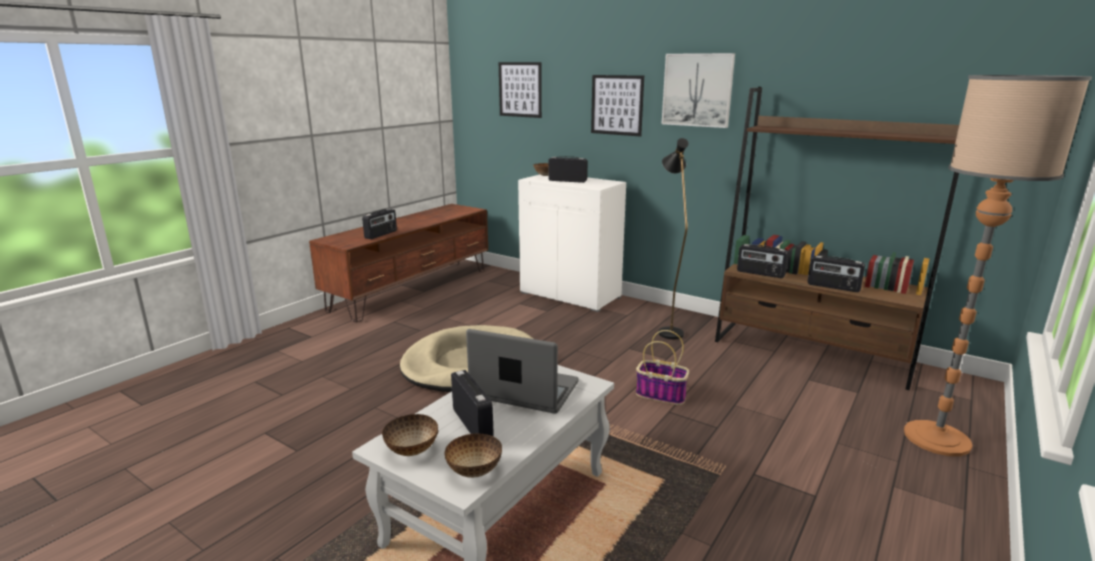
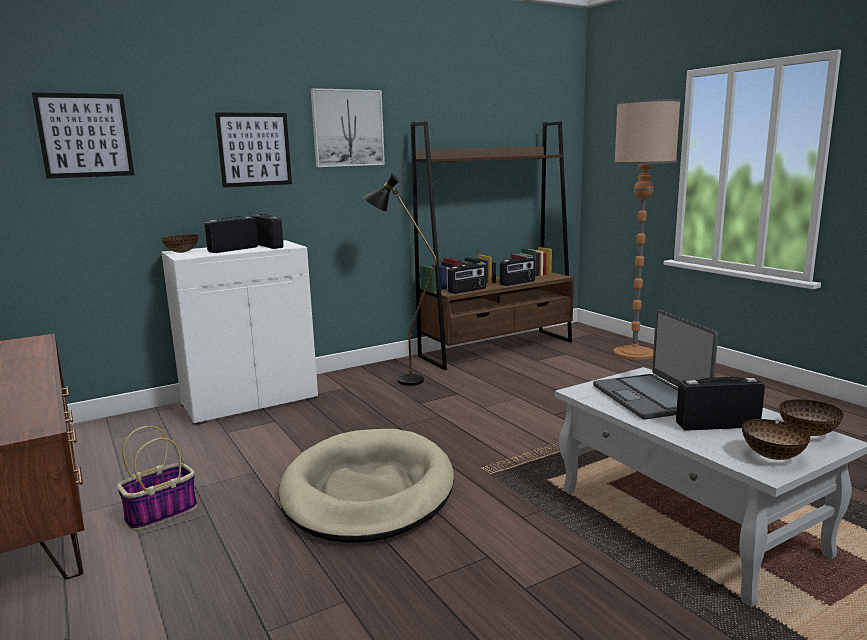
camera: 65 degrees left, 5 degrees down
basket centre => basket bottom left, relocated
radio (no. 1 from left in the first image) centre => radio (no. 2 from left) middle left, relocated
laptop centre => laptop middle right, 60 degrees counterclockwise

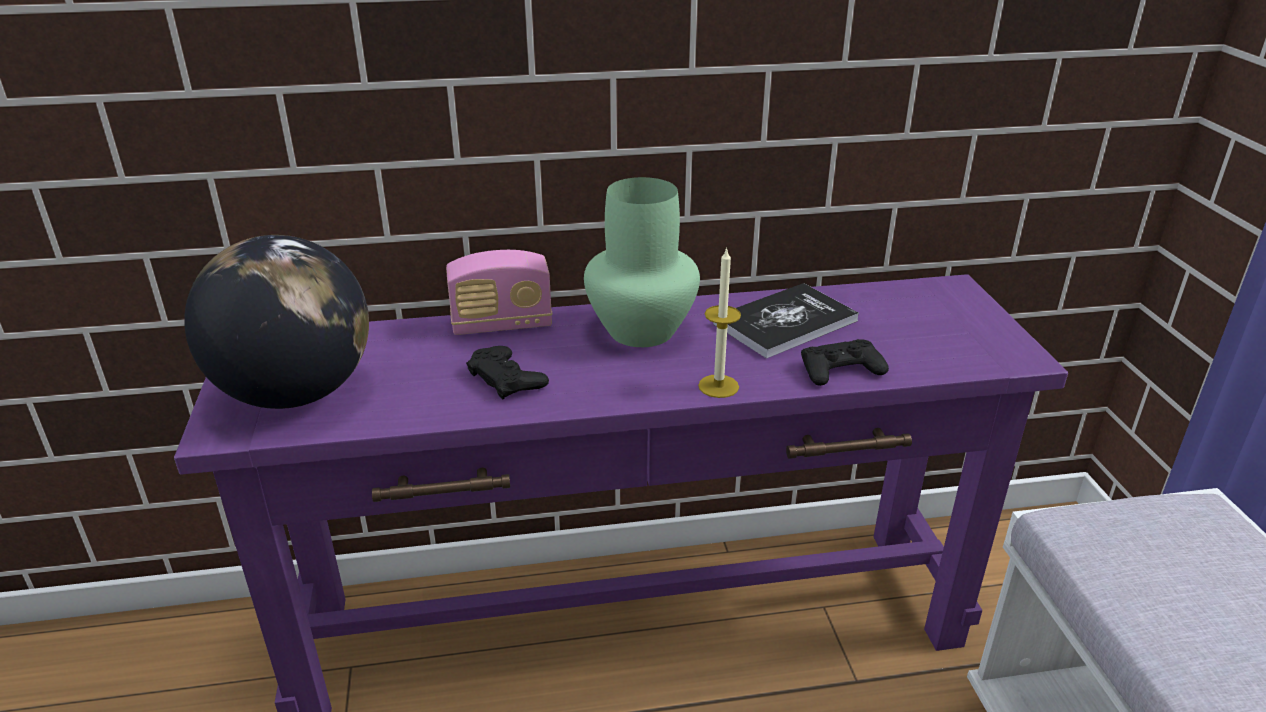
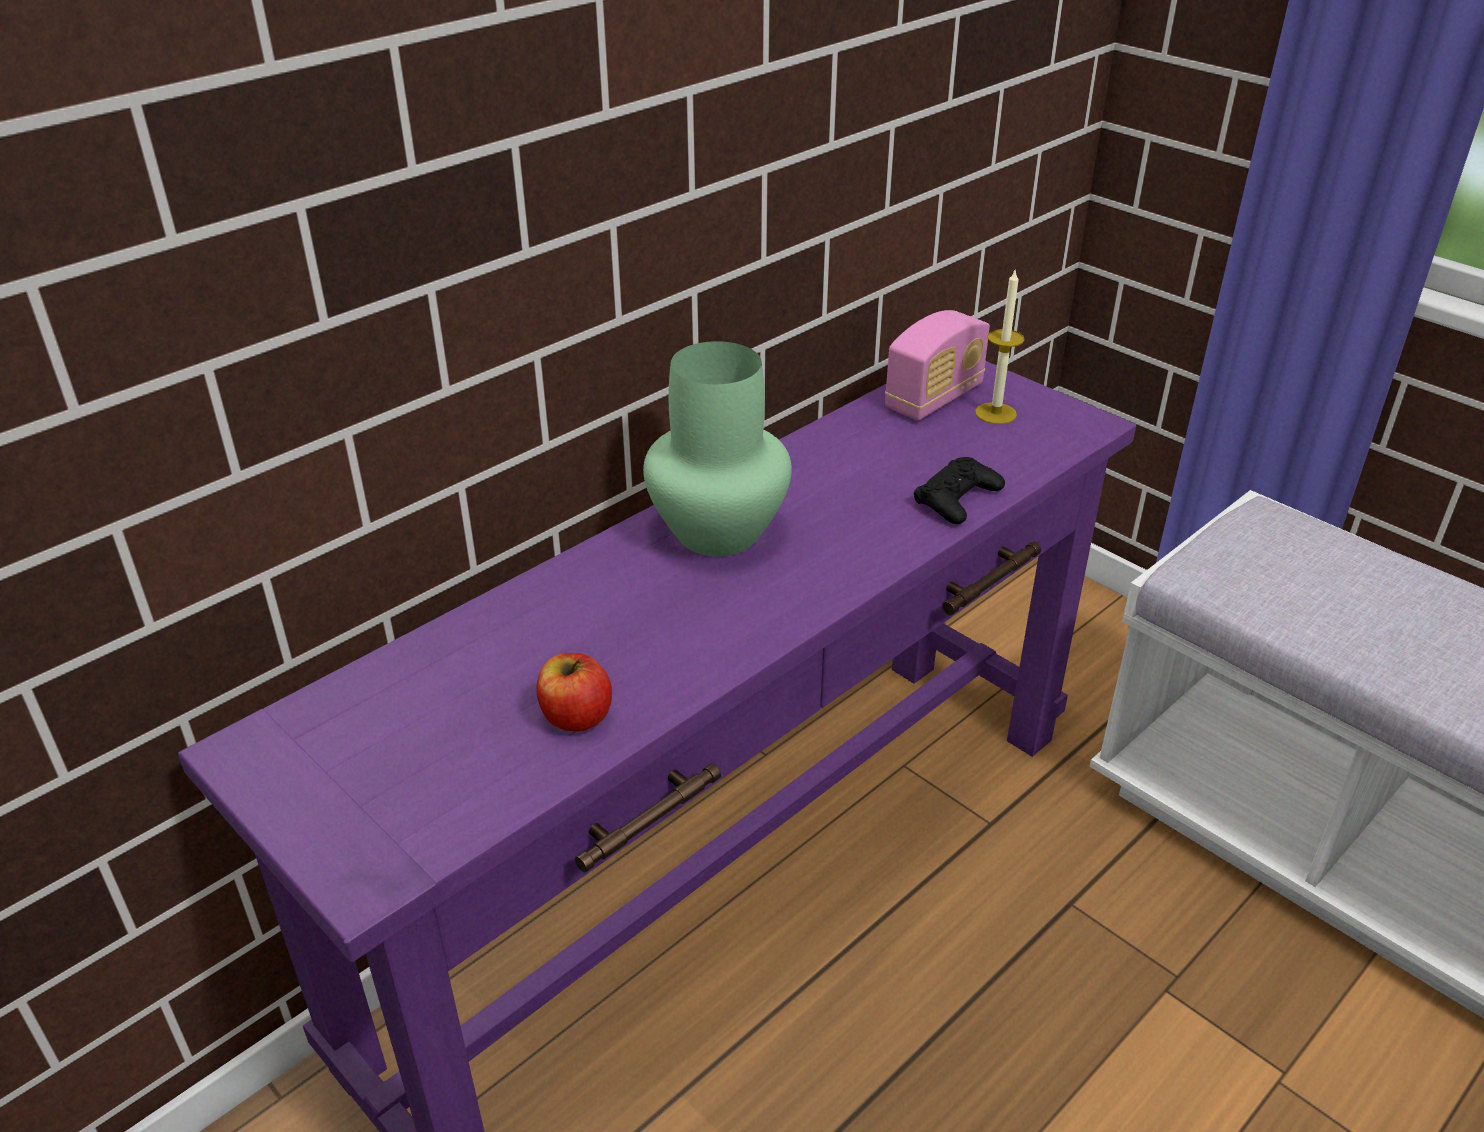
camera: 35 degrees left, 5 degrees up
nothing => apple centre
radio centre => radio top centre, relocated
candle centre => candle top right, relocated
globe middle left => nothing
black game controller (no. 1 from left) centre => nothing
book centre => nothing

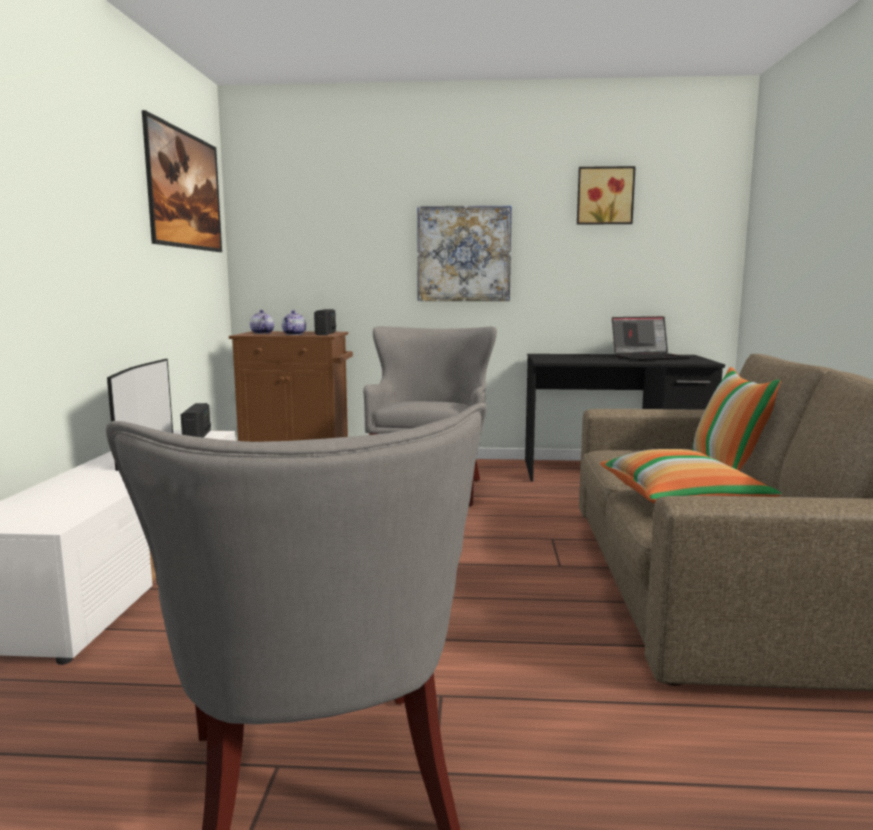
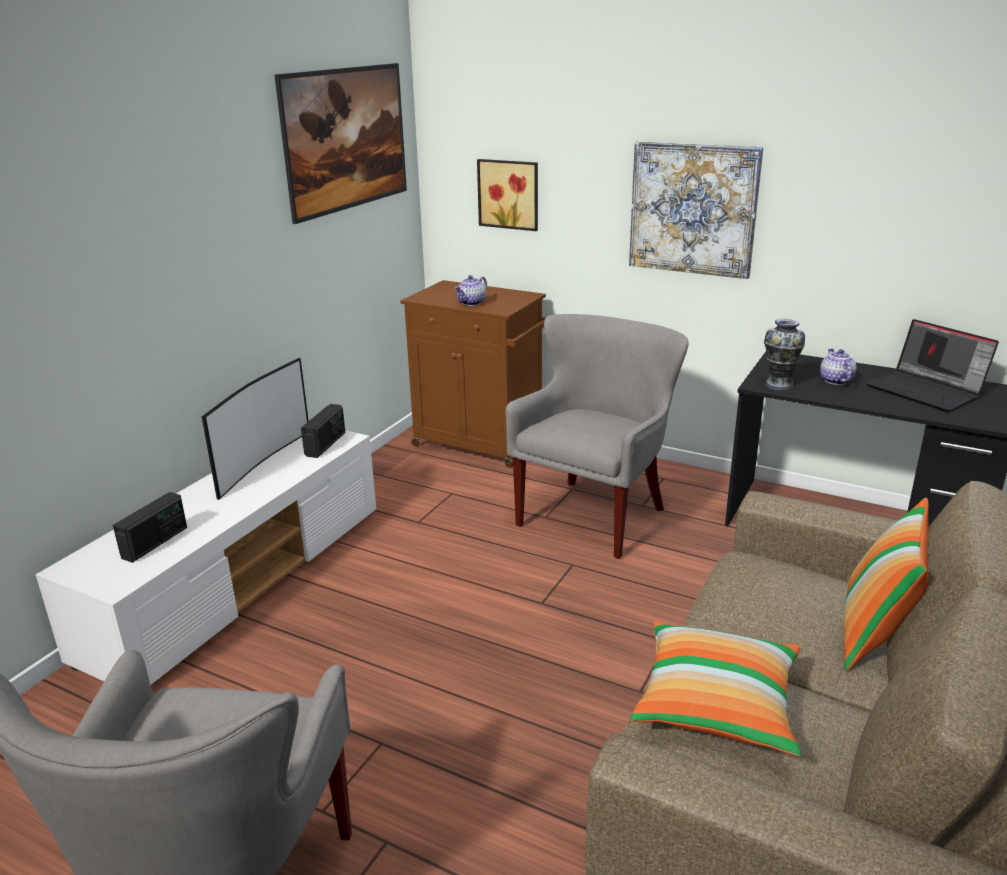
camera: 25 degrees right, 15 degrees up
radio (no. 2 from left in the first image) centre => radio (no. 1 from left) middle left, relocated
picture (no. 3 from left in the first image) top right => picture (no. 2 from left) top centre, relocated
nothing => vase middle right
teapot (no. 1 from left in the first image) middle left => teapot (no. 2 from left) middle right, relocated
laptop middle right, 45 degrees clockwise

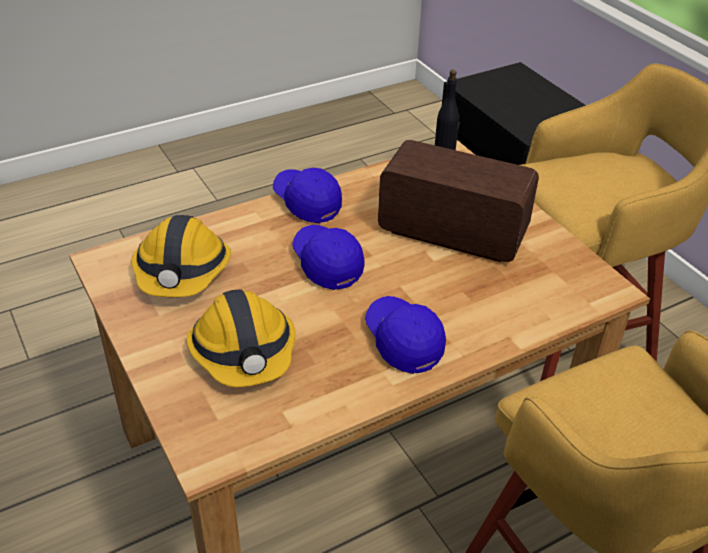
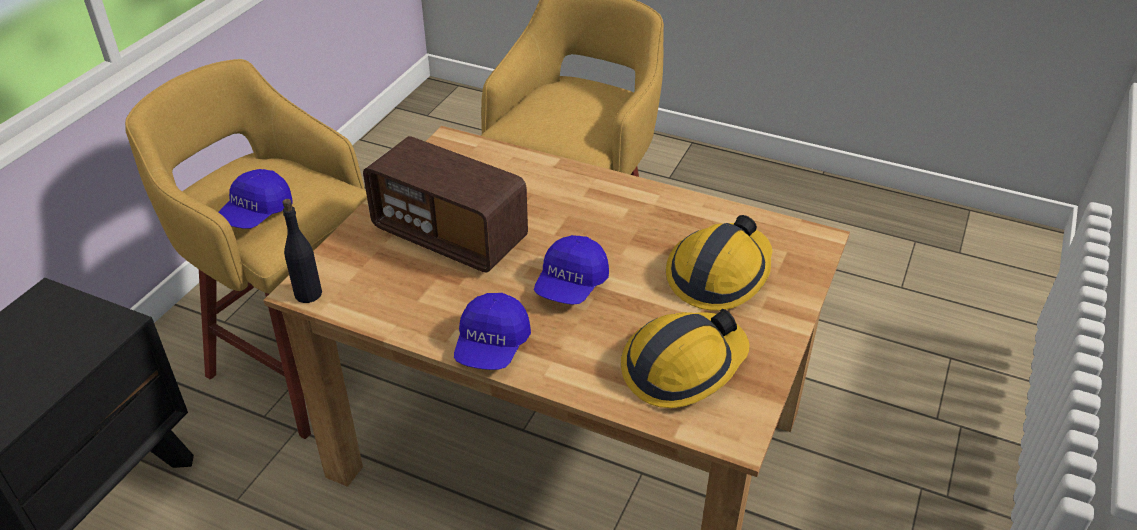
camera: 125 degrees left, 0 degrees up
blue cap (no. 3 from left in the first image) centre => blue cap (no. 1 from left) middle left, relocated
radio centre, 45 degrees counterclockwise

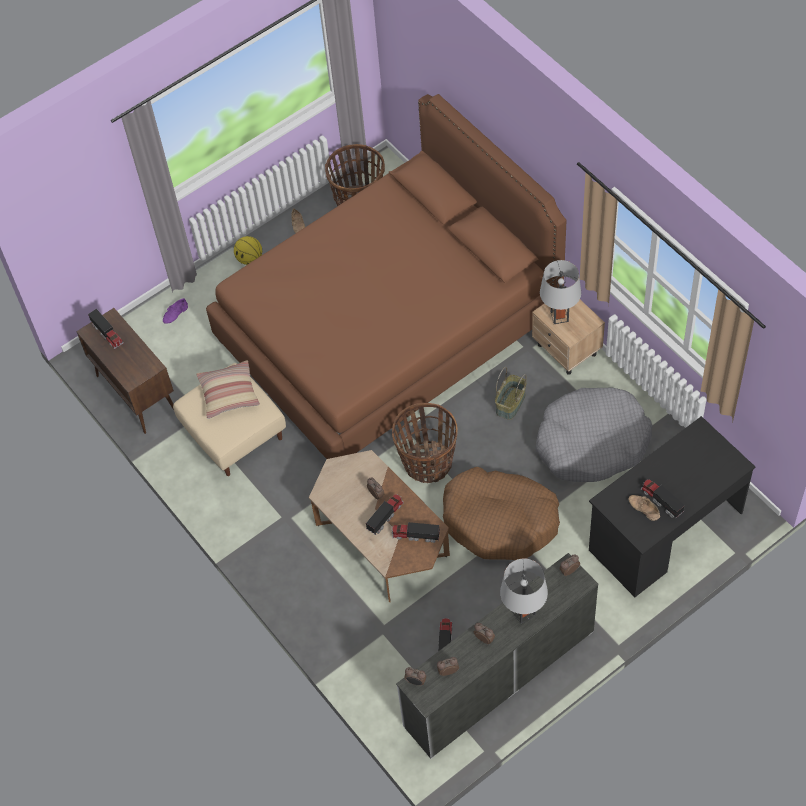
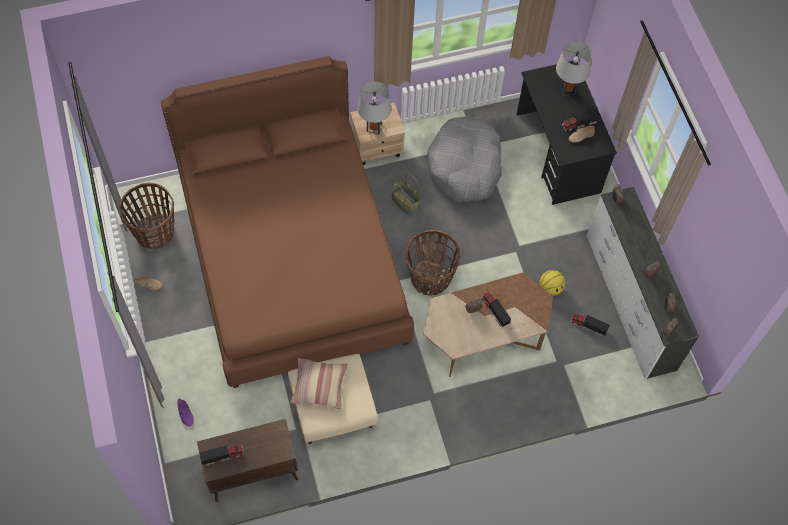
camera: 75 degrees left, 5 degrees up
basketball top left => basketball middle right, relocated
grey table lamp (no. 1 from left in the first image) bottom centre => grey table lamp (no. 2 from left) top right, relocated
toy truck (no. 3 from left) centre => nothing
brown dog bed centre => nothing

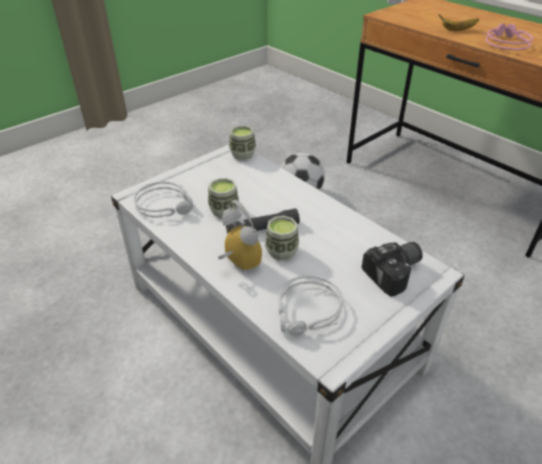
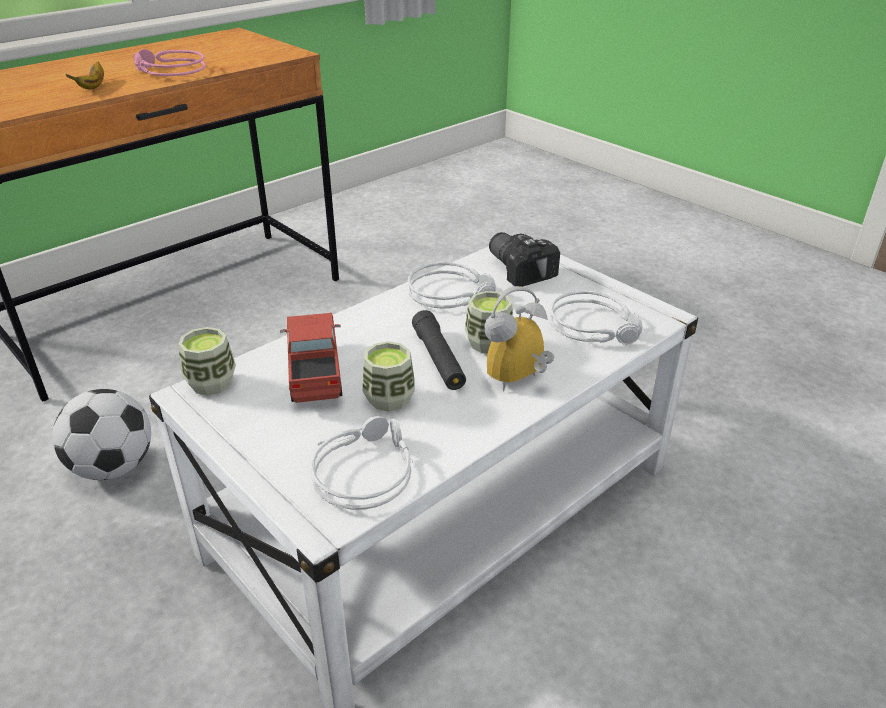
camera: 90 degrees left, 5 degrees down
nothing => toy truck centre
nothing => grey headphones (no. 2 from left) centre

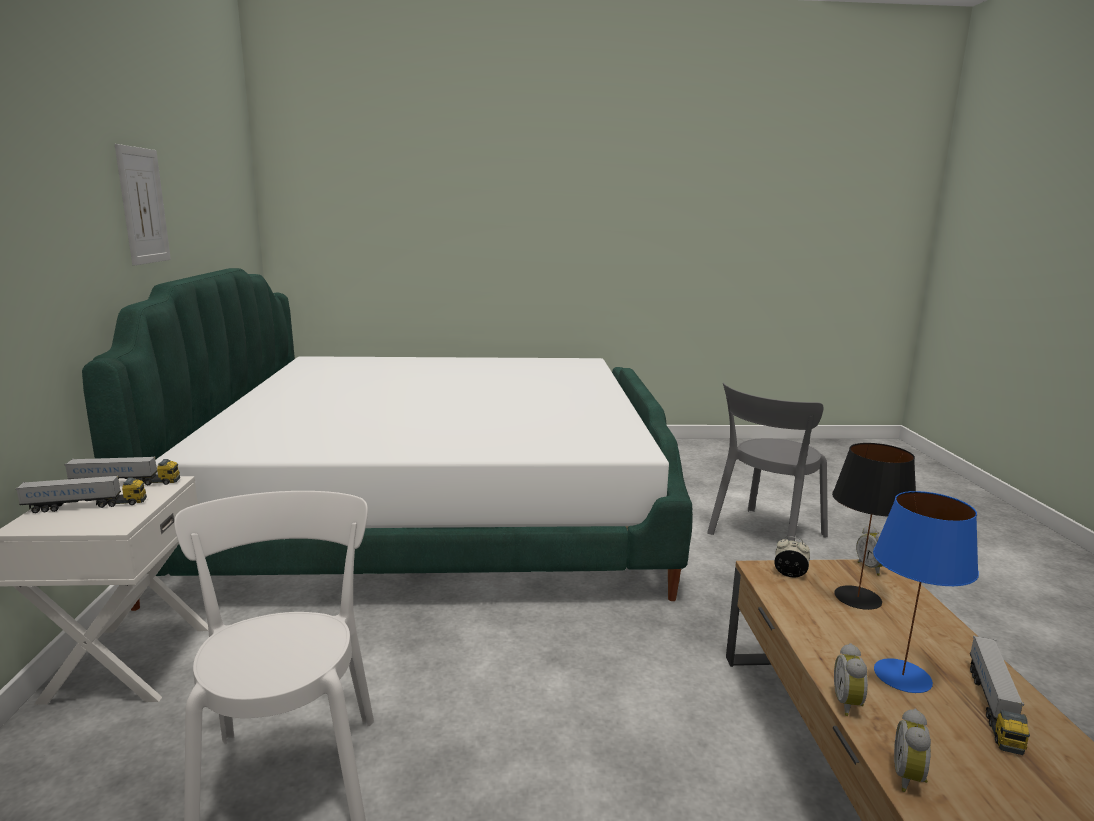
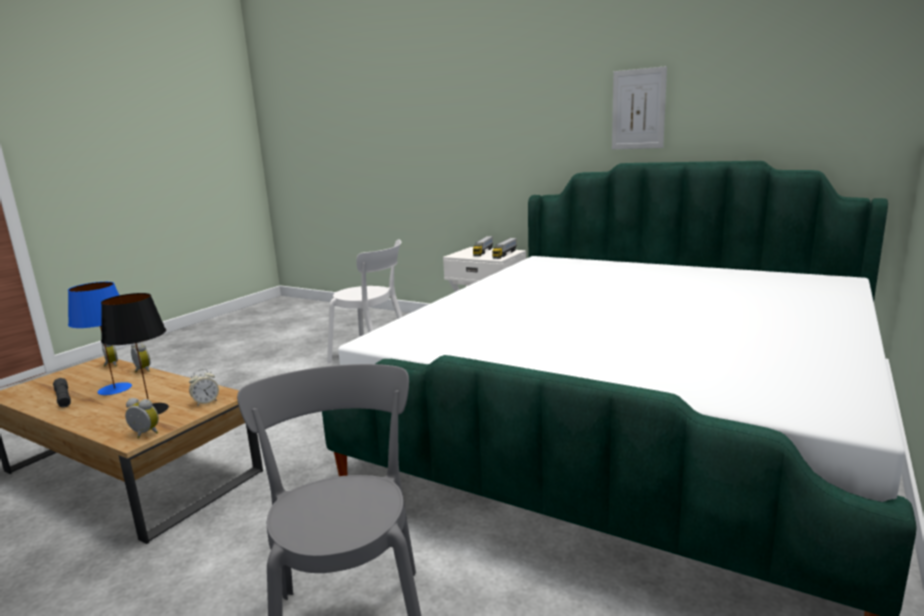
camera: 125 degrees right, 0 degrees up
toy truck (no. 3 from left) bottom right => grey flashlight middle left

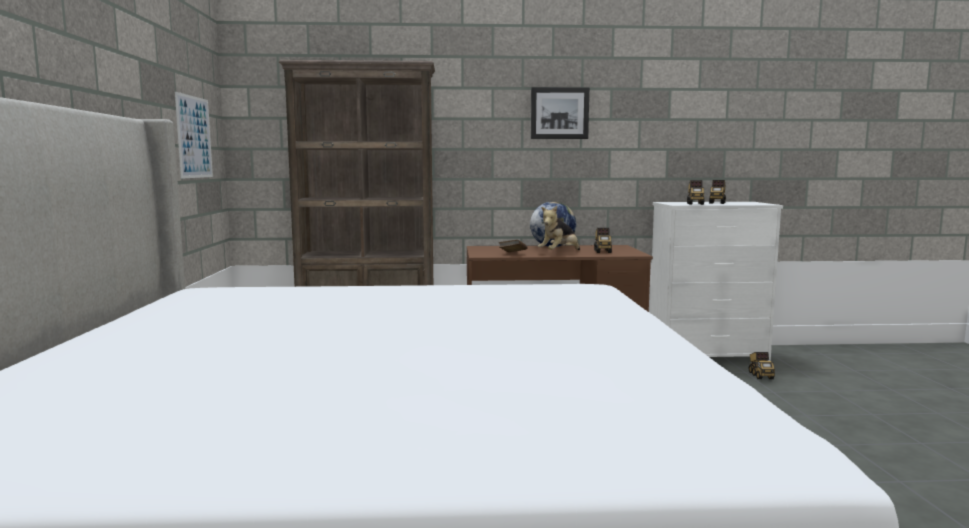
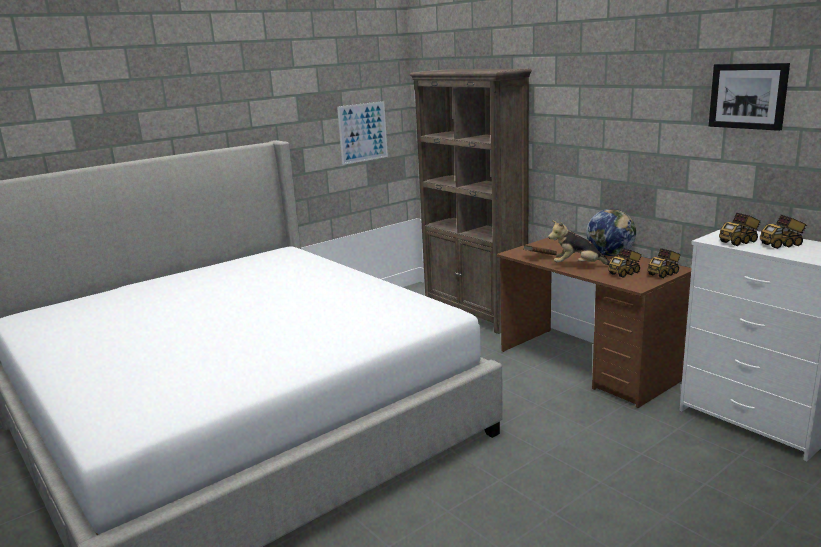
camera: 55 degrees right, 10 degrees up
toy truck (no. 4 from left in the first image) bottom right => toy truck (no. 2 from left) middle right, relocated
picture (no. 2 from left) top centre => picture (no. 2 from left) top right, relocated

